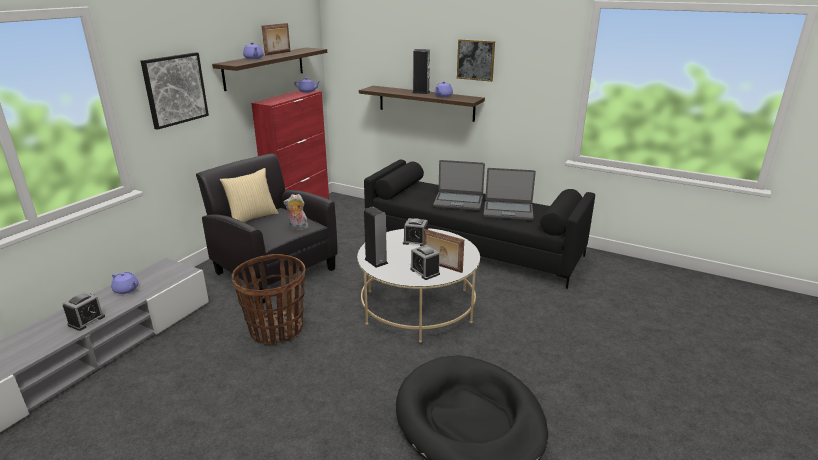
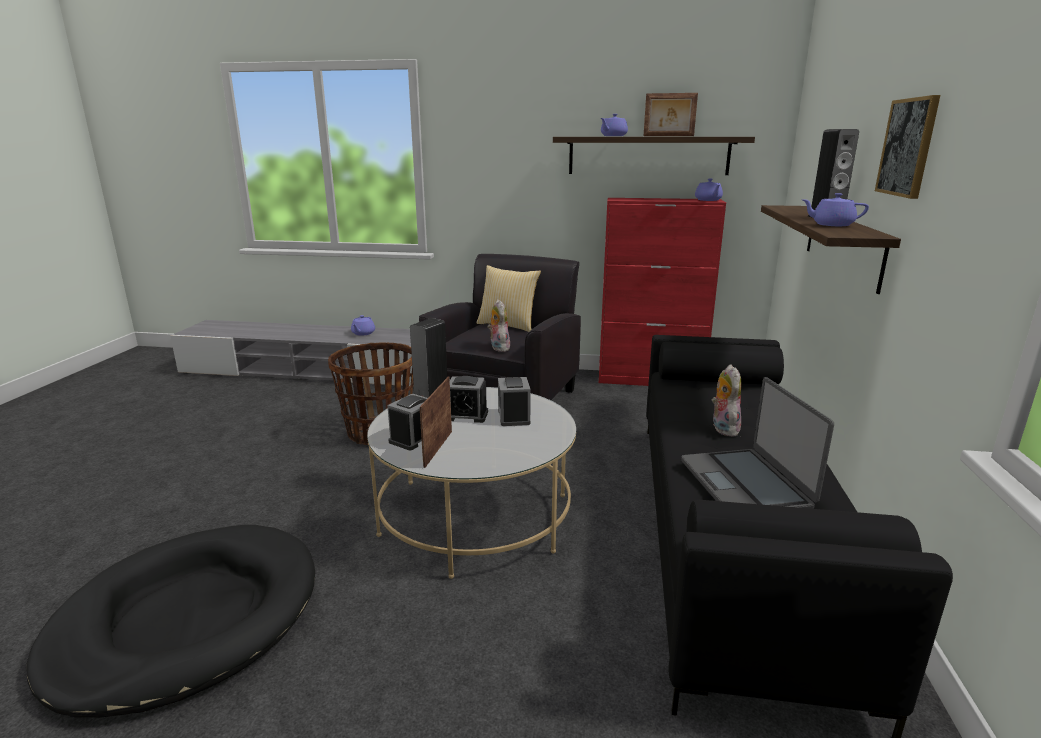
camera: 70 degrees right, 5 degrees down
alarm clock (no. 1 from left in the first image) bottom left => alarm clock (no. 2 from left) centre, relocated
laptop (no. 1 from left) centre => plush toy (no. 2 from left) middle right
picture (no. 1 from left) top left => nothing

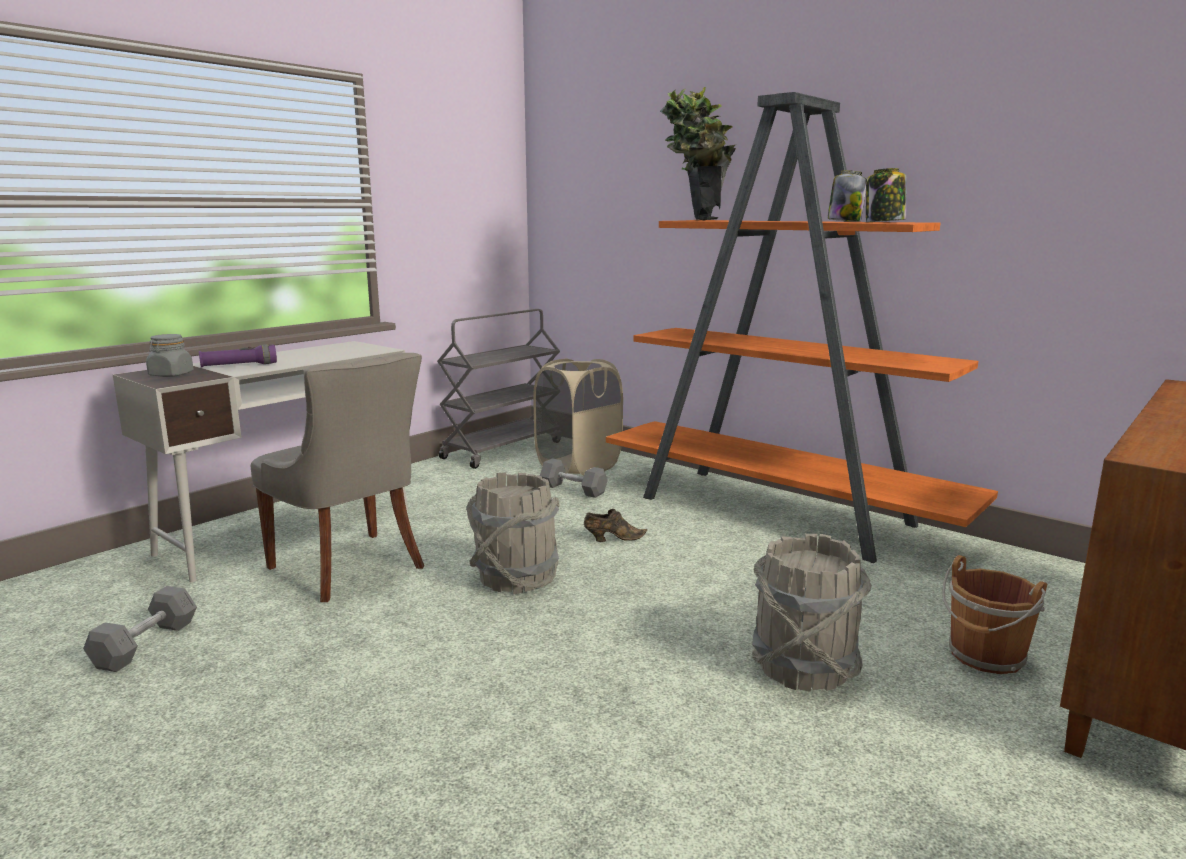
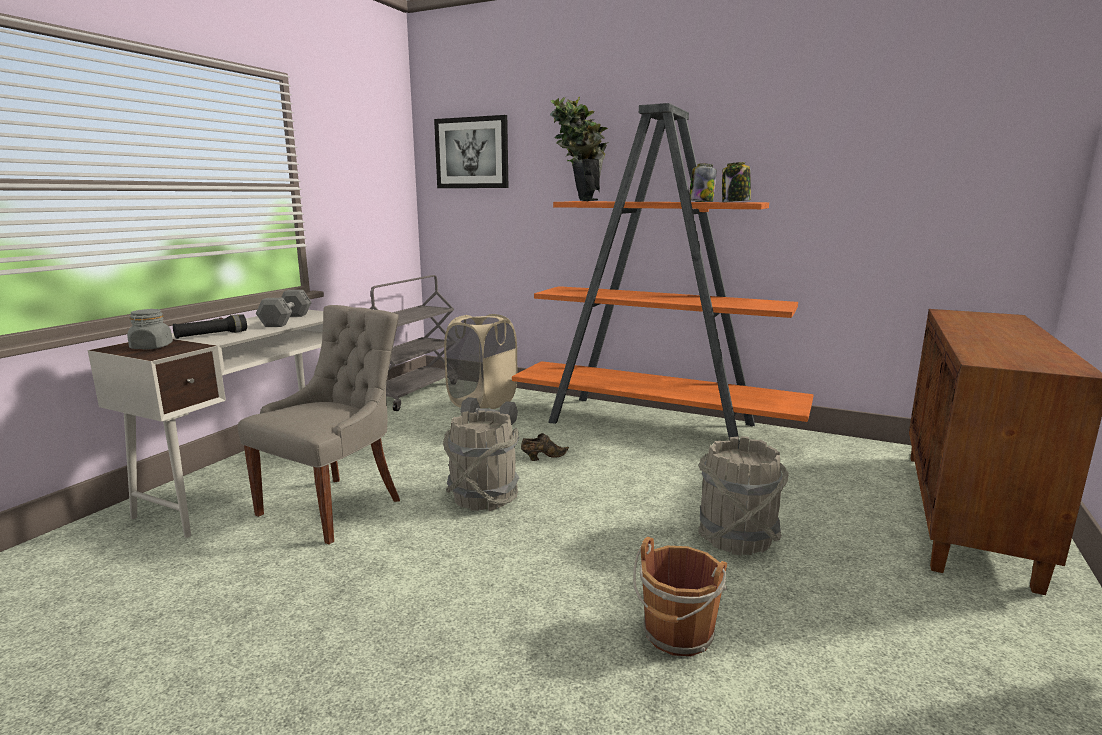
camera: 15 degrees left, 0 degrees up
purple flashlight middle left => black flashlight middle left
grey chair middle left, 90 degrees counterclockwise
grey dumbbell (no. 1 from left) bottom left => grey dumbbell (no. 1 from left) middle left, relocated
nothing => picture top centre
brown bucket bottom right => brown bucket bottom centre, relocated

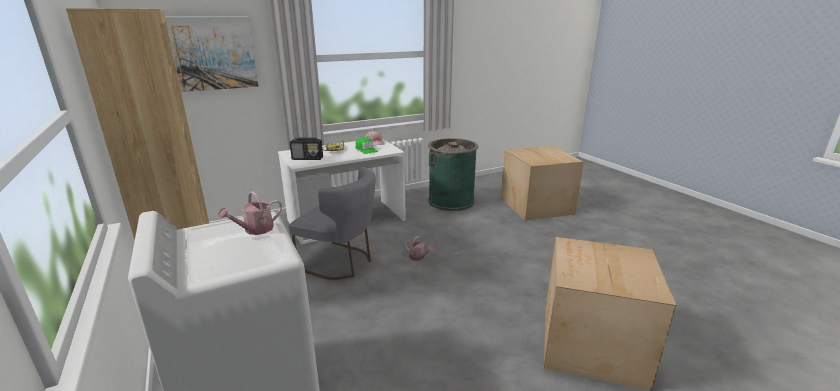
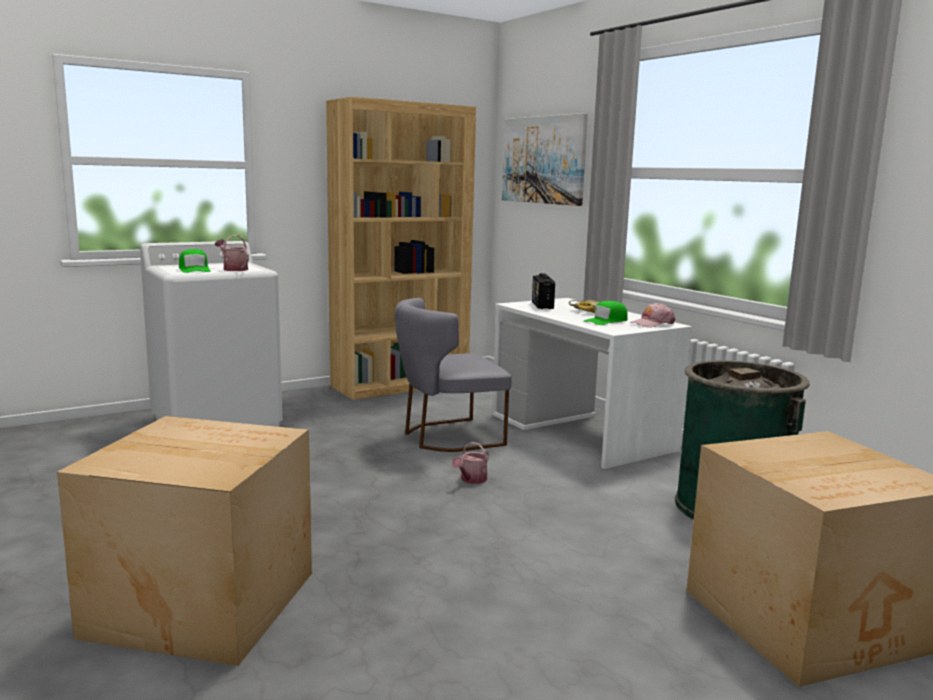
camera: 85 degrees right, 10 degrees down
nothing => green cap (no. 1 from left) middle left
grey chair centre, 45 degrees clockwise

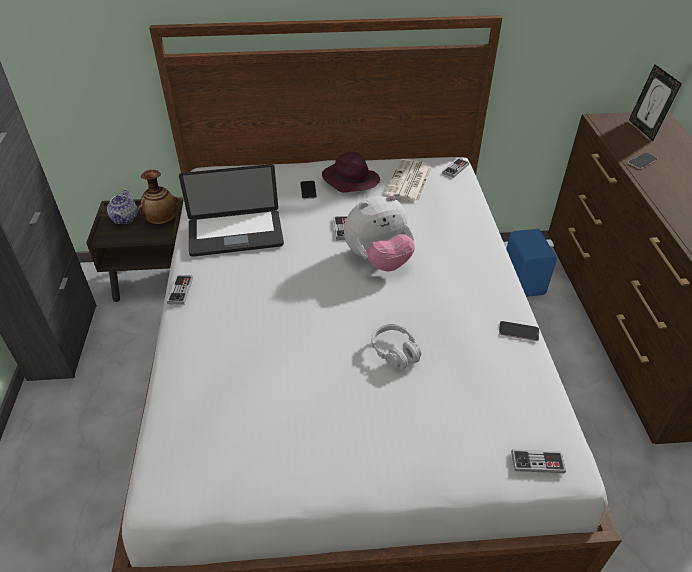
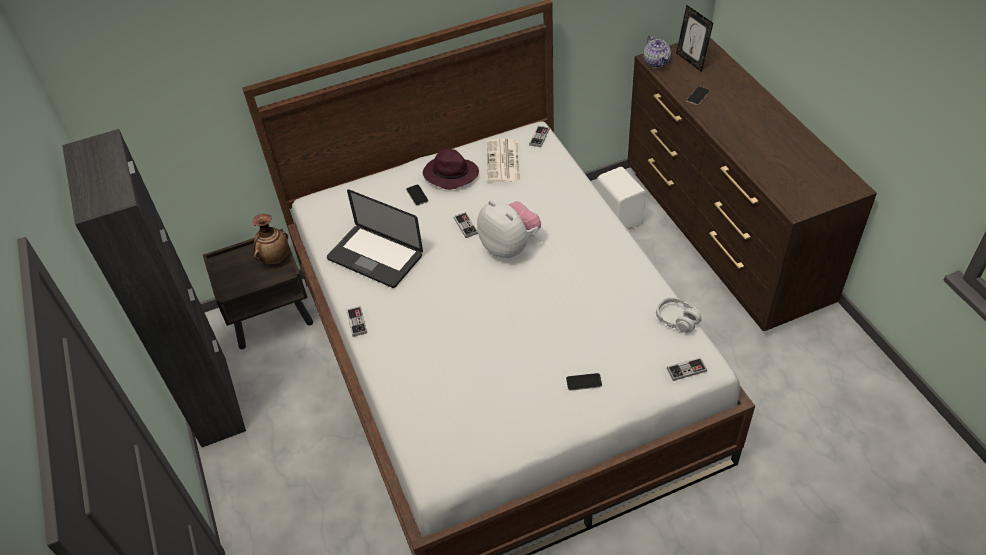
camera: 15 degrees left, 5 degrees up
laptop centre, 60 degrees clockwise
plush toy centre, 90 degrees counterclockwise
phone (no. 2 from left) middle right => phone (no. 2 from left) bottom centre, relocated
blue speaker middle right => white speaker centre
teapot middle left => teapot top centre, relocated
grey headphones centre => grey headphones middle right, relocated

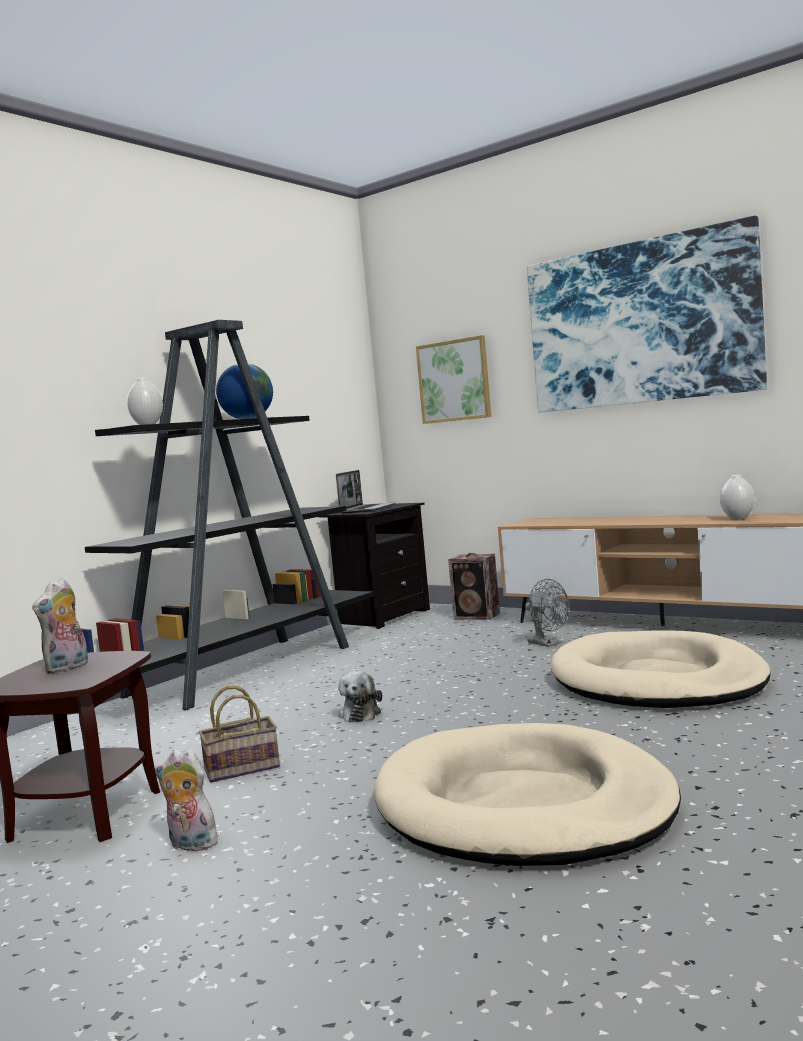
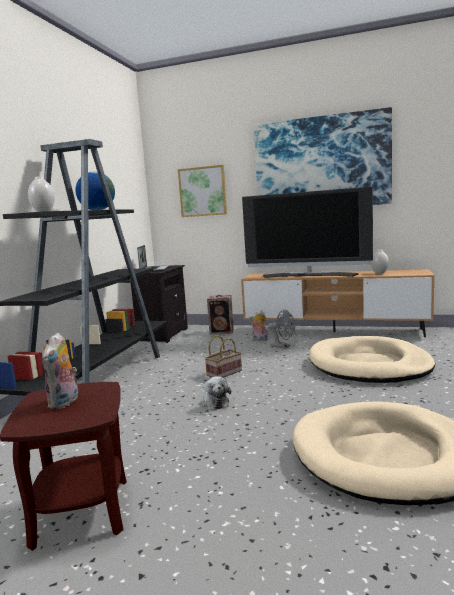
camera: 20 degrees left, 5 degrees up
basket bottom left => basket centre, relocated
nothing => television middle right
plush toy (no. 2 from left in the first image) bottom left => plush toy (no. 3 from left) centre, relocated

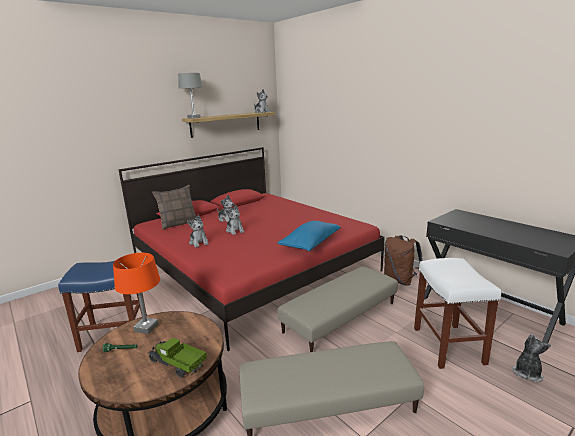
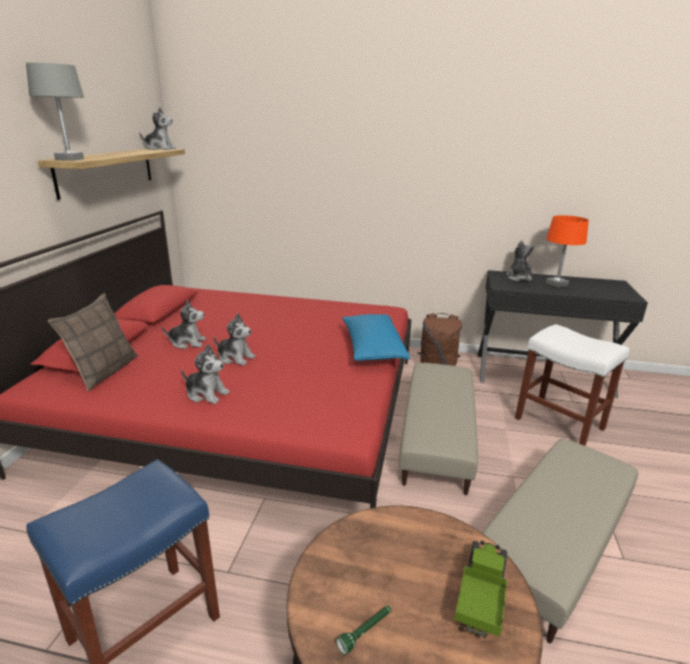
camera: 40 degrees left, 5 degrees up
toy truck bottom left => toy truck bottom right, 120 degrees clockwise
plush toy (no. 5 from left) bottom right => plush toy (no. 5 from left) middle right, relocated
orange table lamp bottom left => orange table lamp middle right, relocated

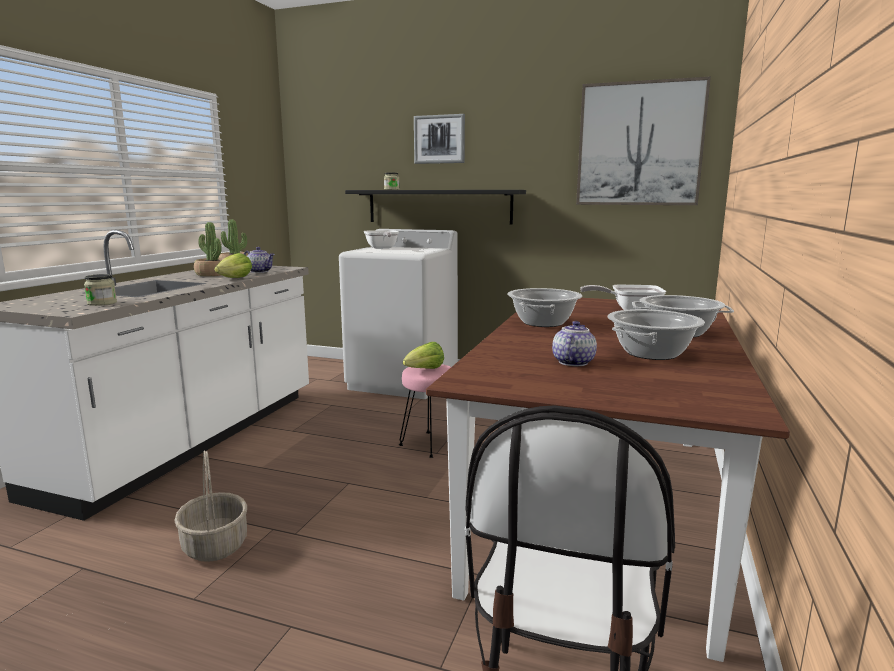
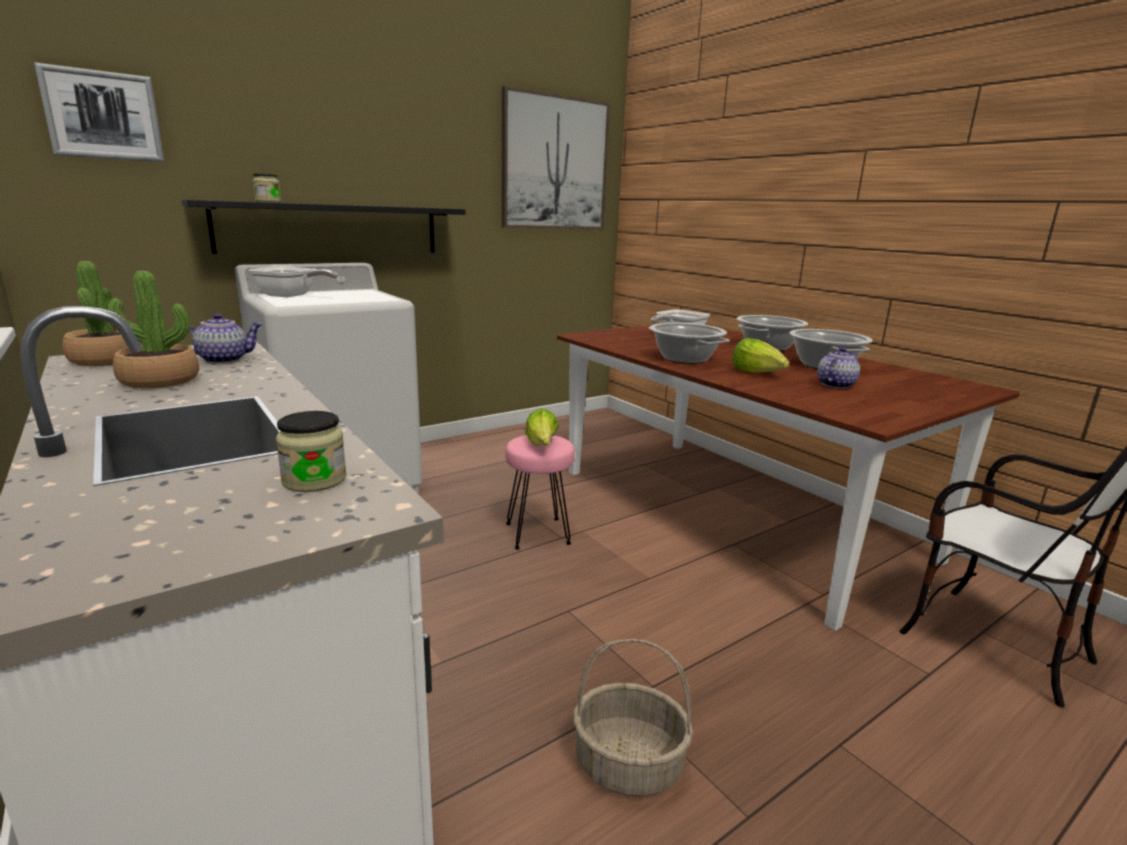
camera: 55 degrees left, 5 degrees up
picture (no. 1 from left) top centre => picture (no. 1 from left) top left, relocated
lettuce (no. 1 from left in the first image) middle left => lettuce (no. 2 from left) middle right, relocated
teapot (no. 2 from left) centre => teapot (no. 2 from left) middle right, 75 degrees clockwise

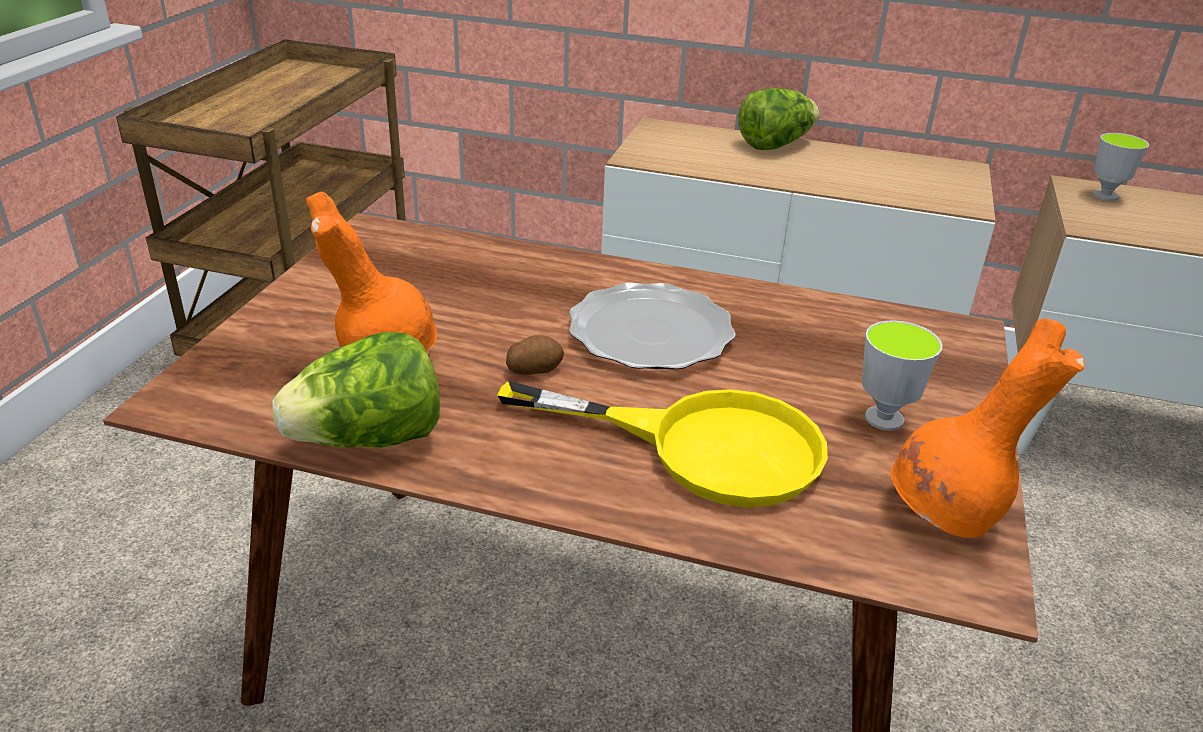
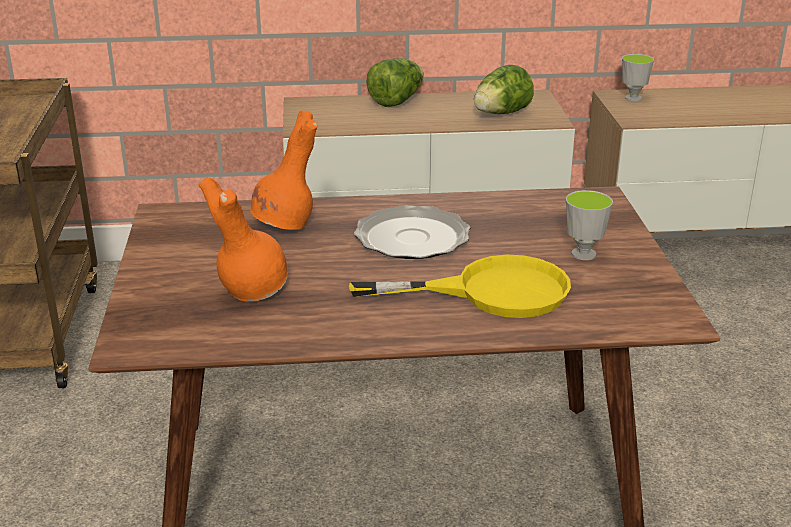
camera: 20 degrees left, 5 degrees down
orange vase (no. 2 from left) middle right => orange vase (no. 2 from left) top centre, relocated
lettuce (no. 1 from left in the first image) middle left => lettuce (no. 2 from left) top centre, relocated
potato centre => nothing

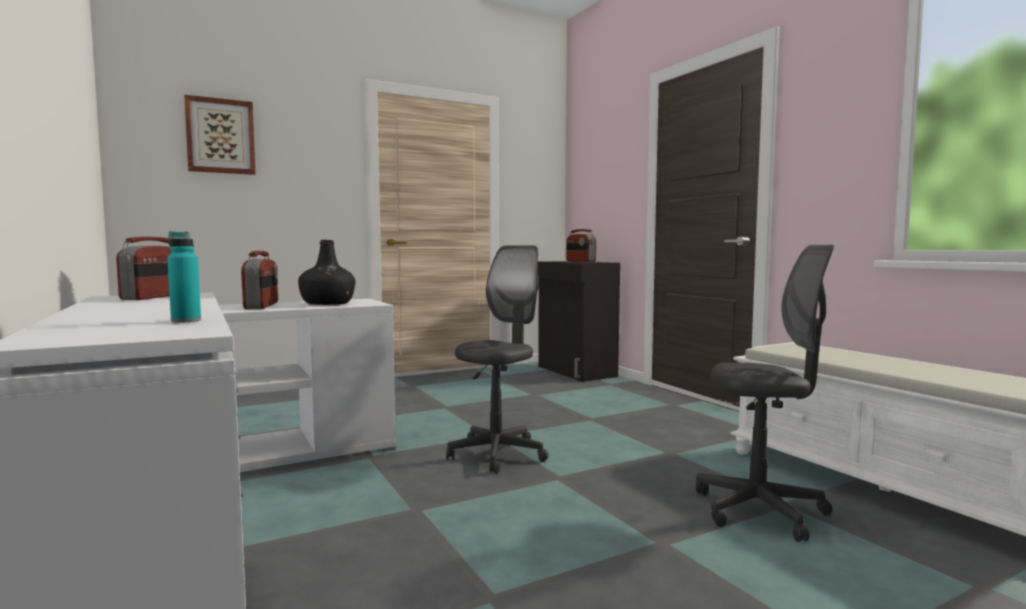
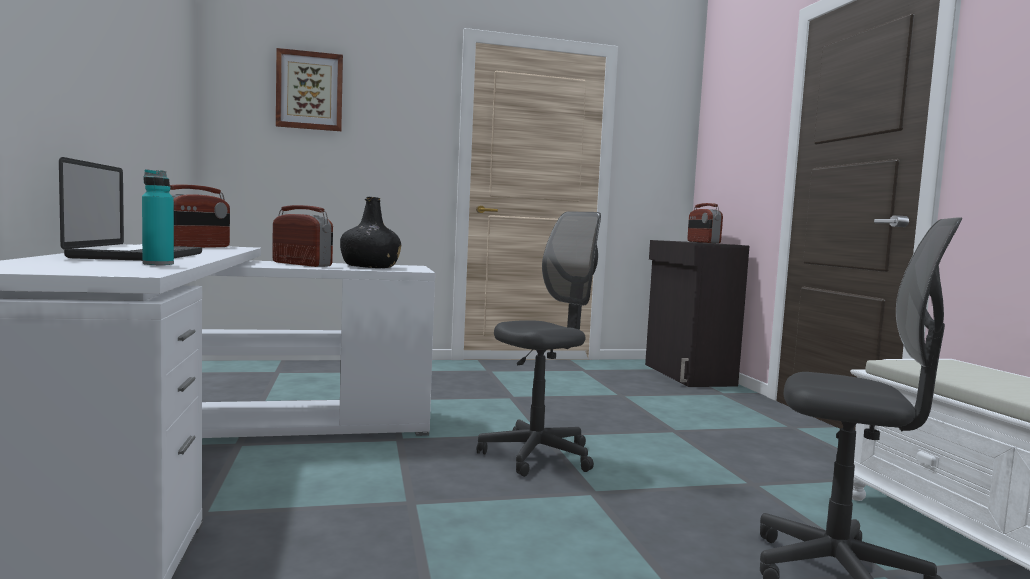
camera: 15 degrees right, 0 degrees up
nothing => laptop middle left
radio (no. 2 from left) middle left, 60 degrees counterclockwise

